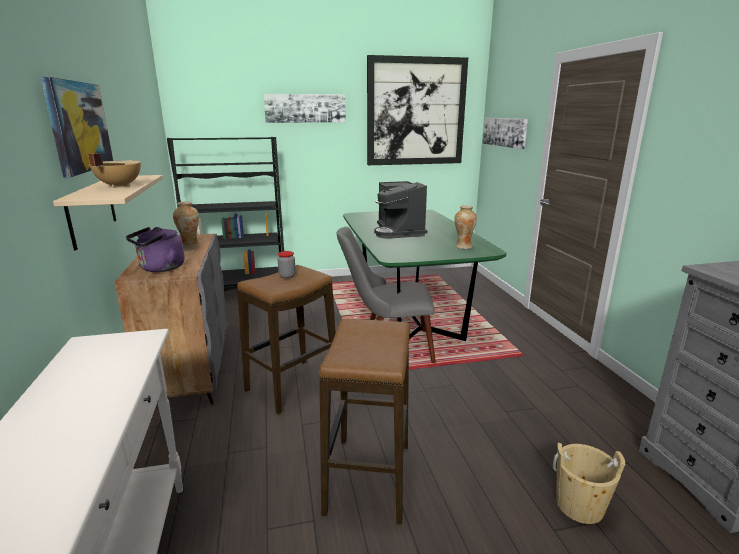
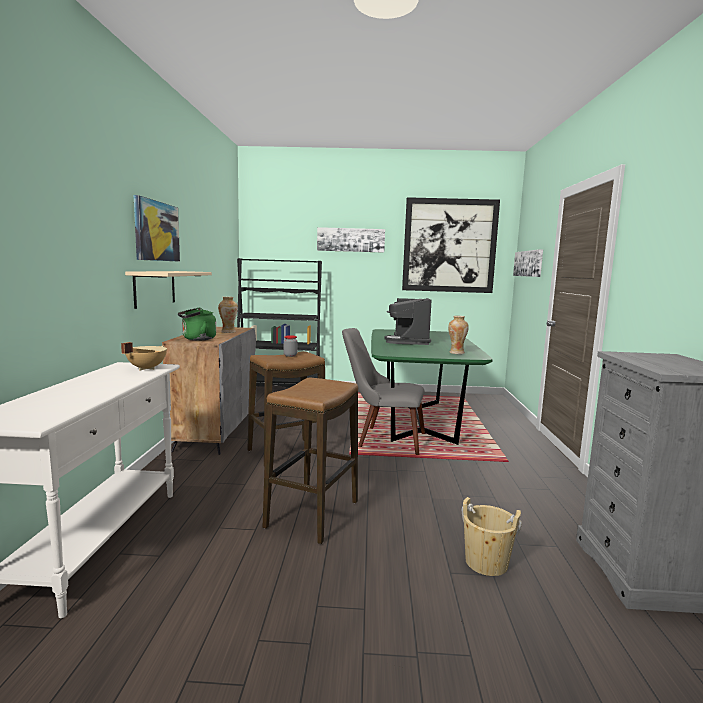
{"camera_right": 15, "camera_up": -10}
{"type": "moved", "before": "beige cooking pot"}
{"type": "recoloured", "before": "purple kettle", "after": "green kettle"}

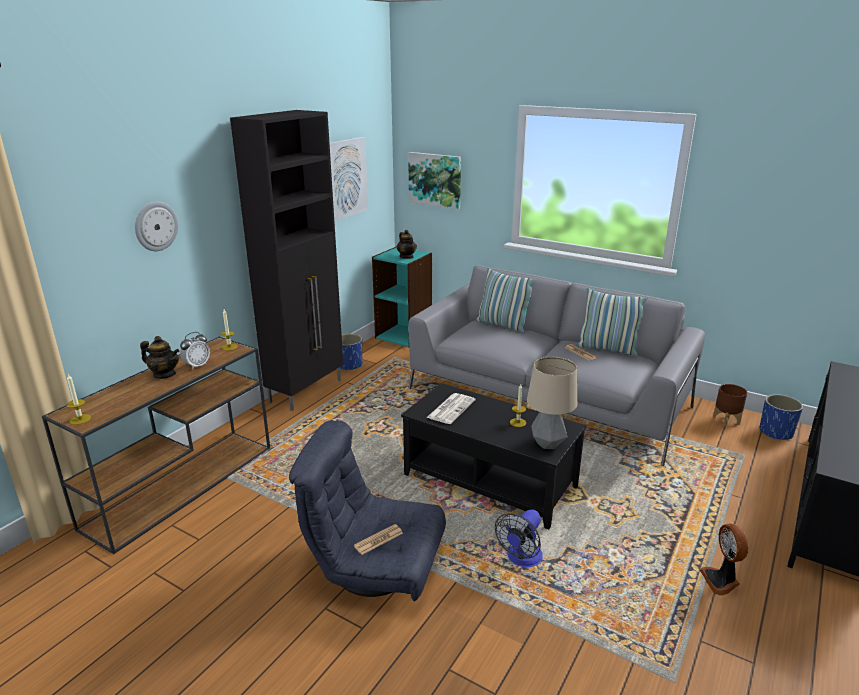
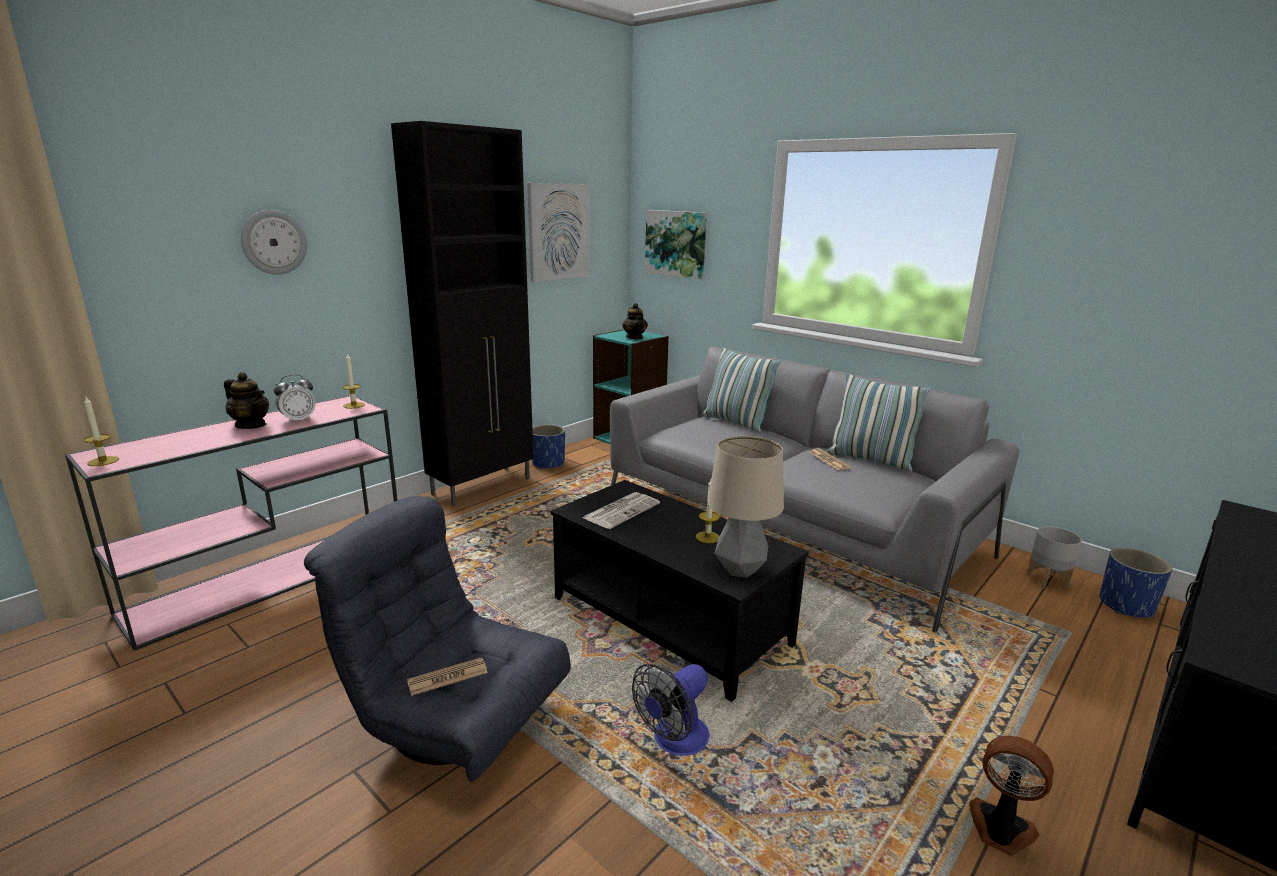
{"camera_right": 10, "camera_up": -5}
{"type": "recoloured", "before": "brown console table", "after": "pink console table"}
{"type": "turned", "before": "fan (2nd from left)", "turn": 120}
{"type": "recoloured", "before": "brown planter", "after": "grey planter"}

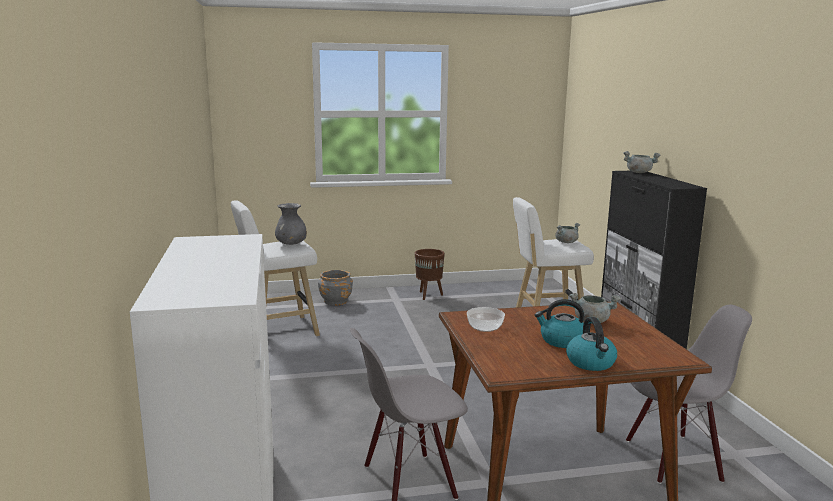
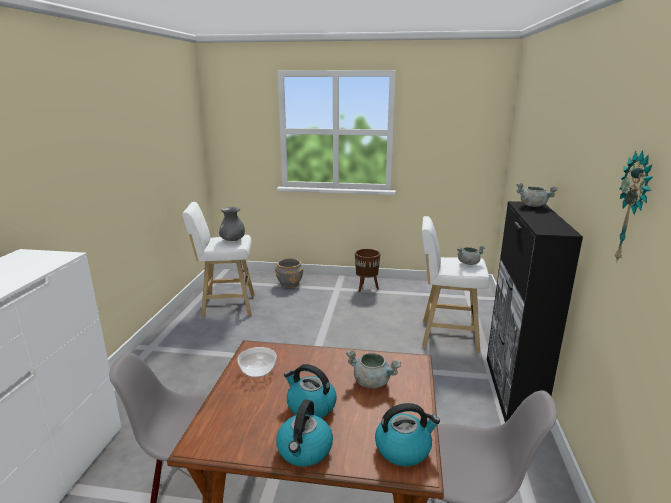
{"camera_right": 20, "camera_up": 5}
{"type": "added", "after": "kettle (3rd from left)"}
{"type": "added", "after": "wall clock"}

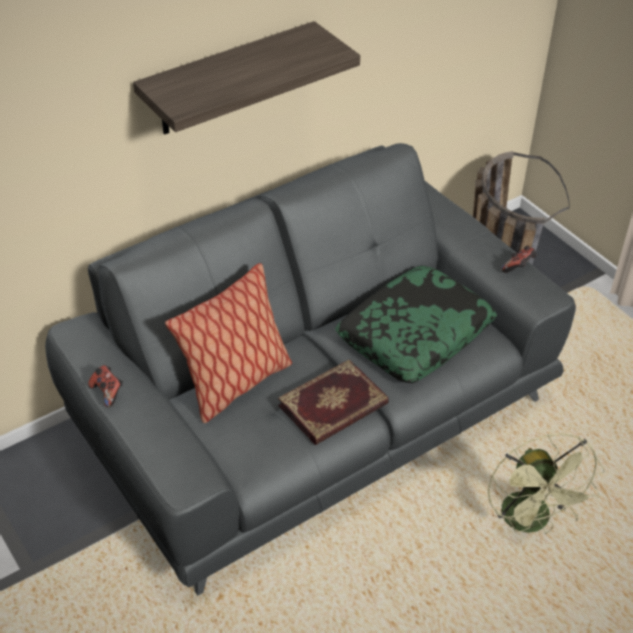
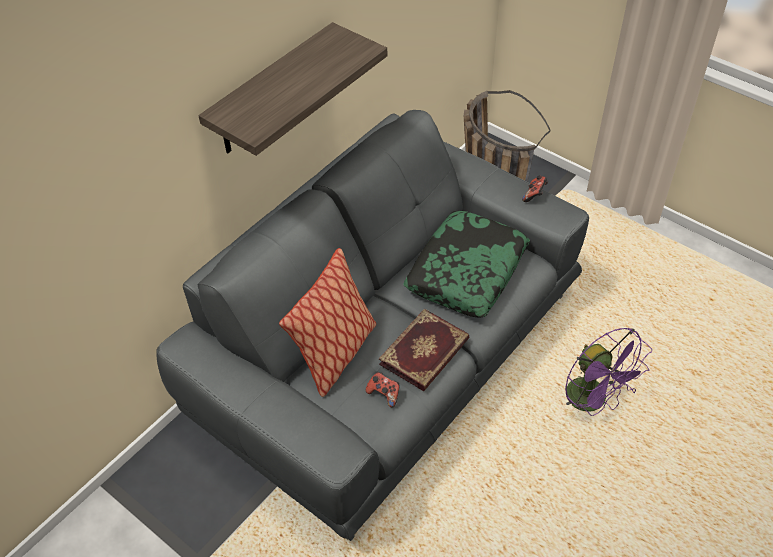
{"camera_right": -15, "camera_up": 5}
{"type": "moved", "before": "game controller (1st from left)"}
{"type": "recoloured", "before": "green fan", "after": "purple fan"}

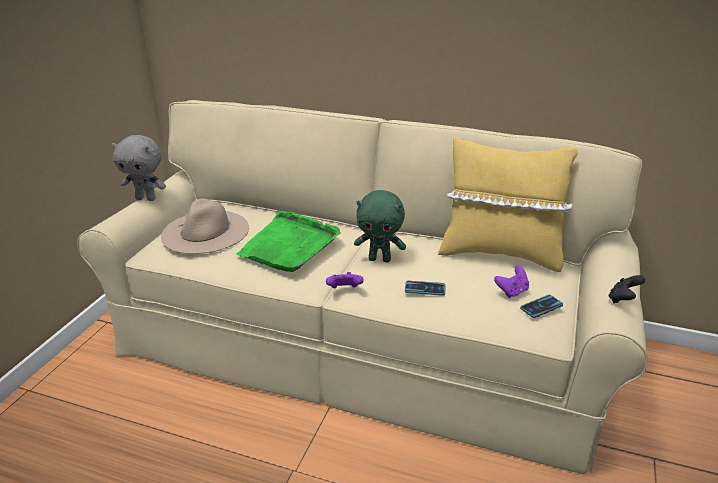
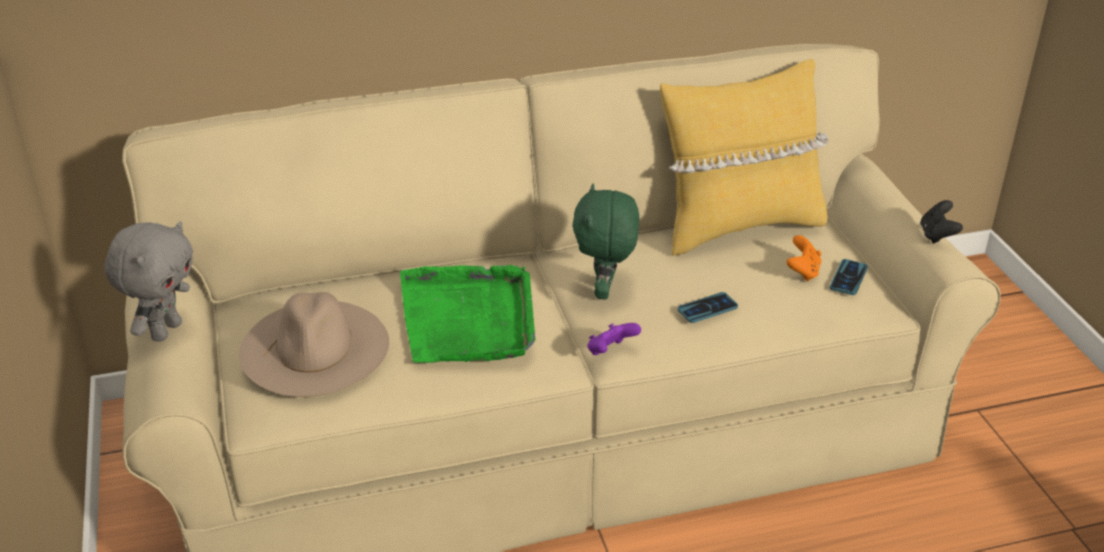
{"camera_right": -35, "camera_up": 5}
{"type": "turned", "before": "grey plush toy", "turn": -45}
{"type": "turned", "before": "green plush toy", "turn": 120}
{"type": "recoloured", "before": "purple game controller (2nd from left)", "after": "orange game controller"}

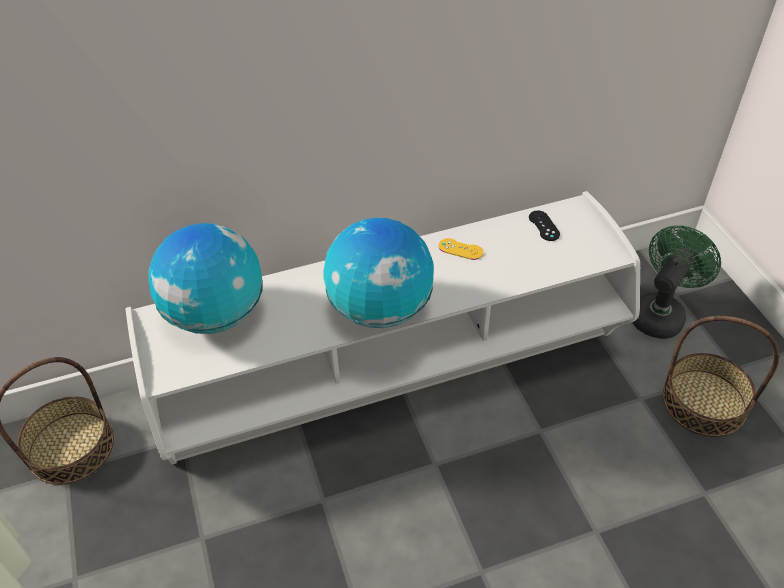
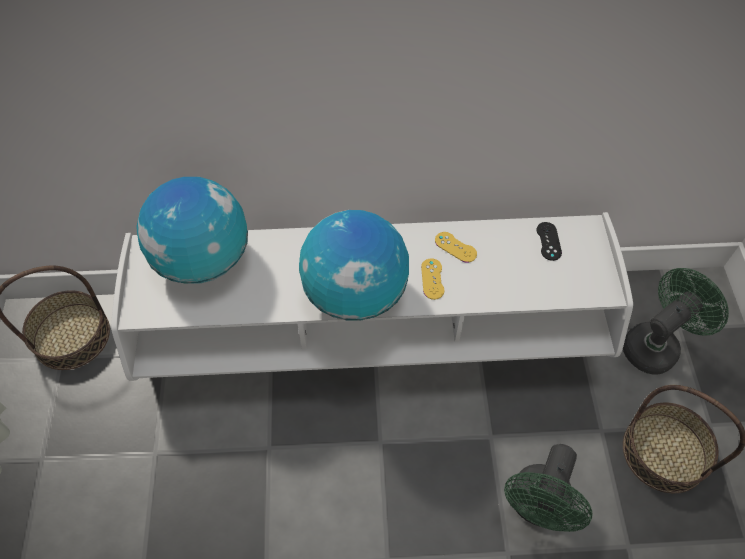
{"camera_right": 15, "camera_up": 10}
{"type": "added", "after": "yellow game controller (1st from left)"}
{"type": "added", "after": "green fan (1st from left)"}

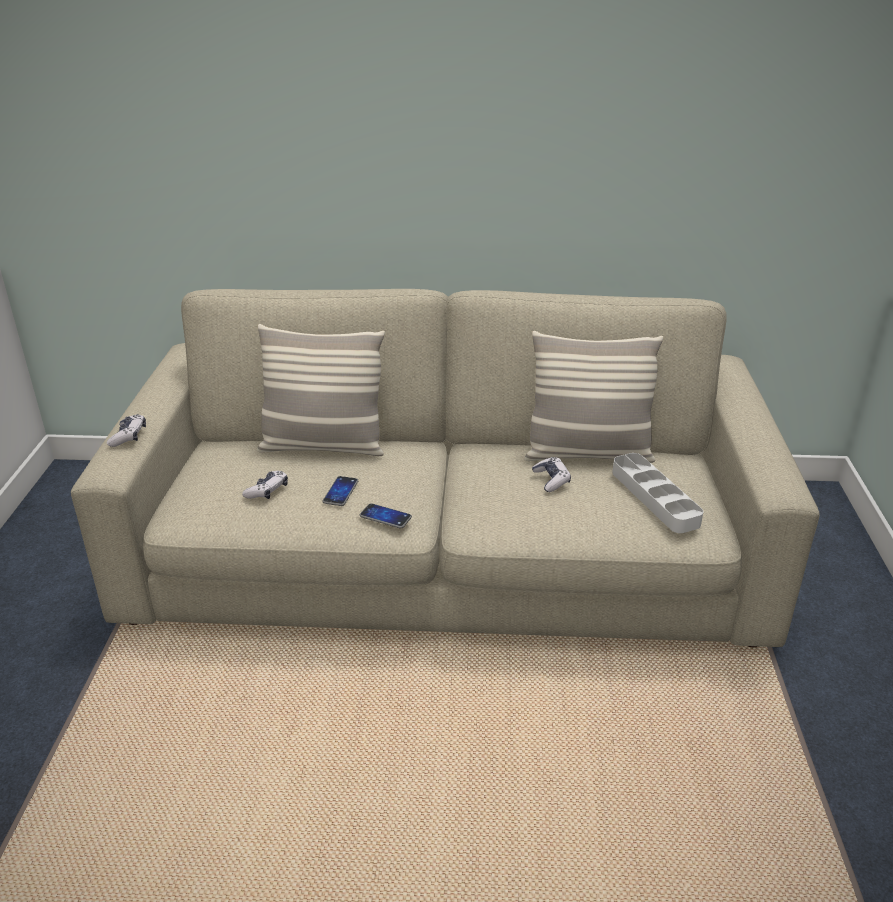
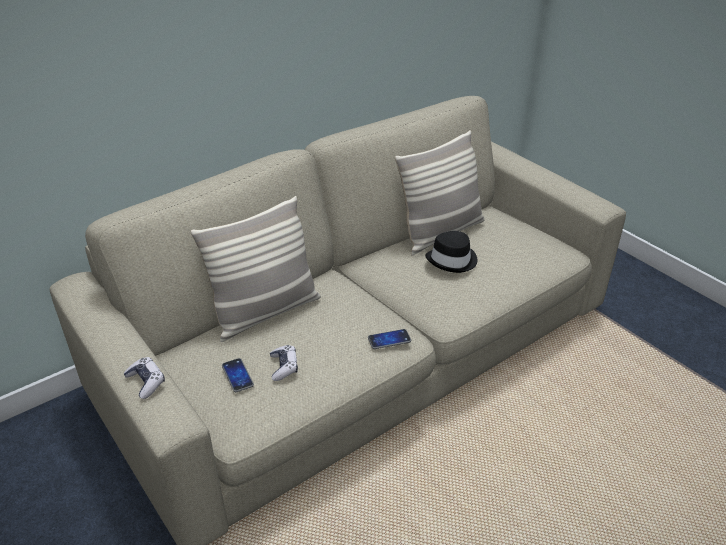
{"camera_right": -40, "camera_up": 5}
{"type": "moved", "before": "phone (1st from left)"}
{"type": "replaced", "before": "game controller (3rd from left)", "after": "black hat"}
{"type": "removed", "before": "grey tray"}

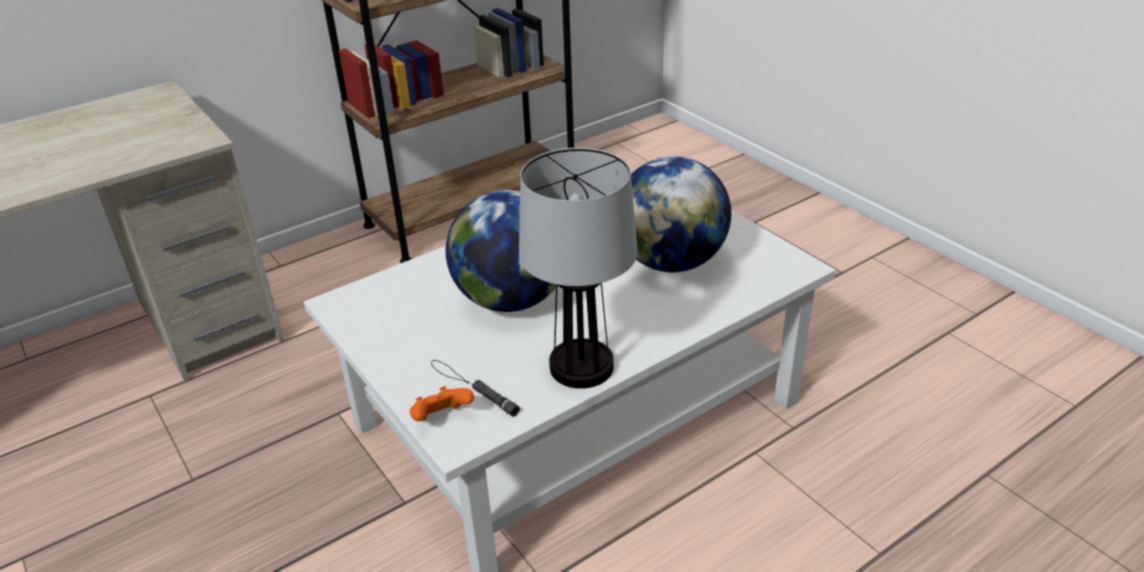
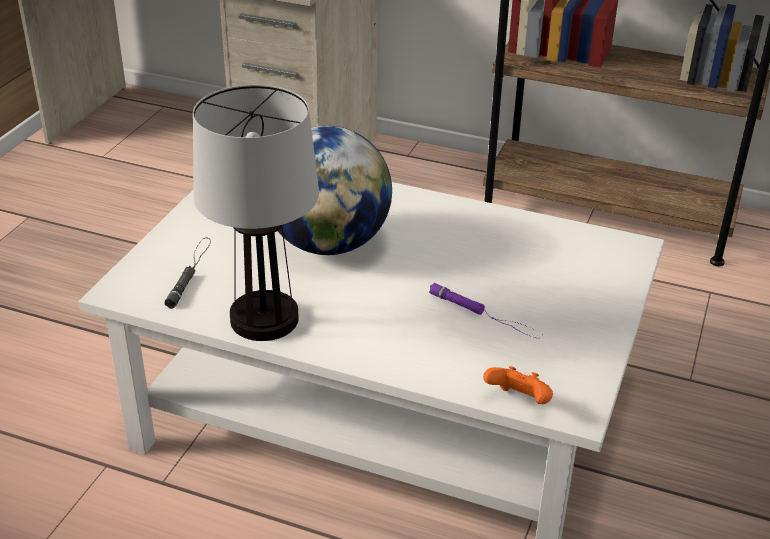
{"camera_right": 55, "camera_up": 0}
{"type": "replaced", "before": "globe (2nd from left)", "after": "purple flashlight"}
{"type": "moved", "before": "orange game controller"}

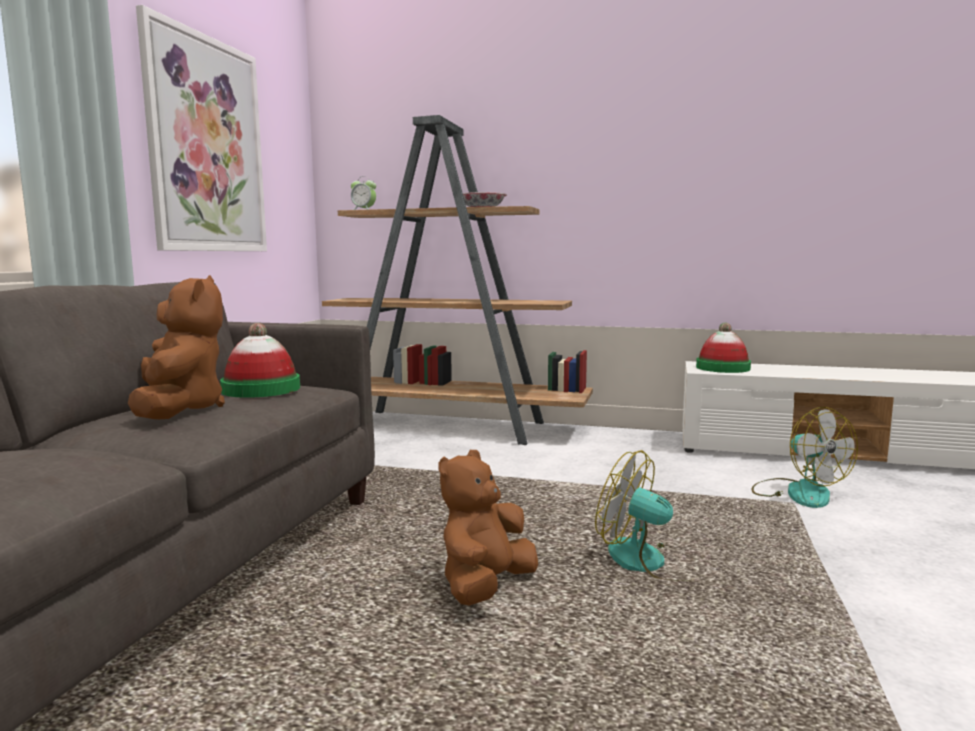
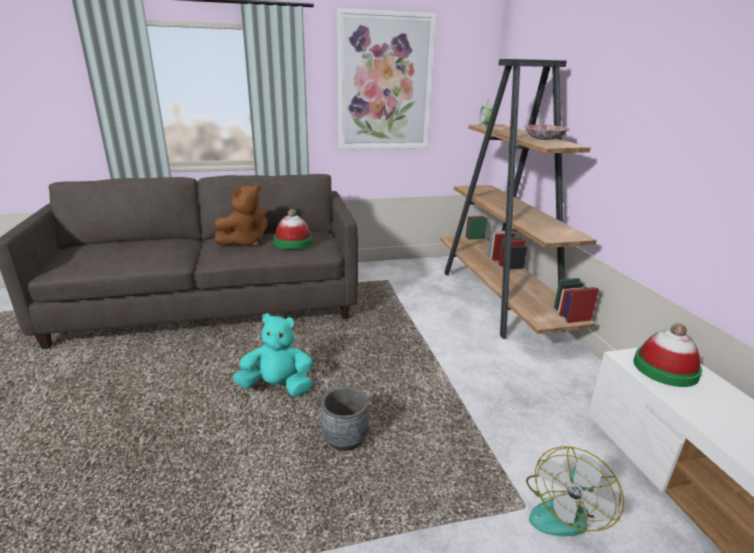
{"camera_right": 60, "camera_up": 15}
{"type": "recoloured", "before": "brown plush toy (2nd from left)", "after": "turquoise plush toy"}
{"type": "replaced", "before": "fan (1st from left)", "after": "grey planter"}

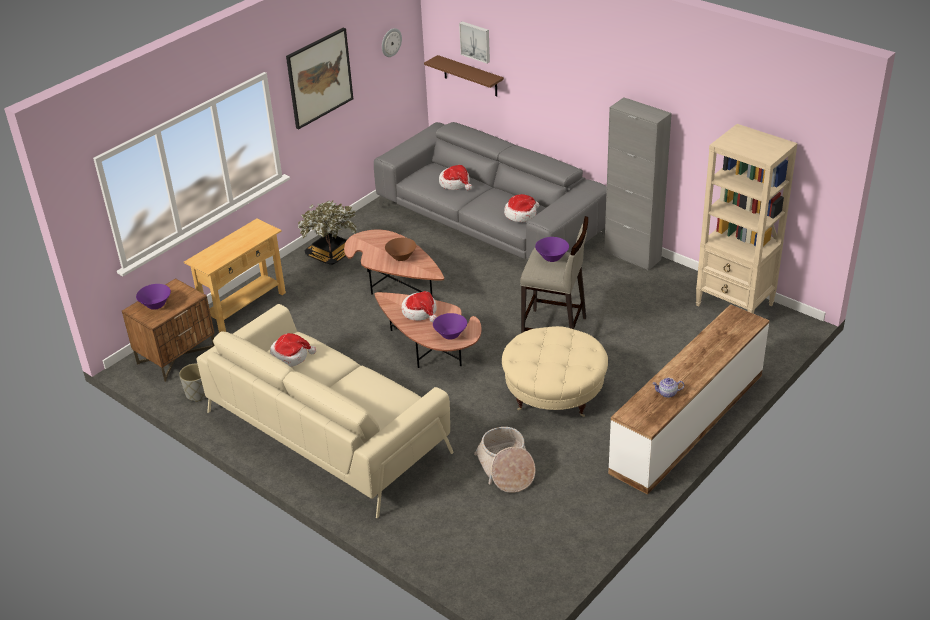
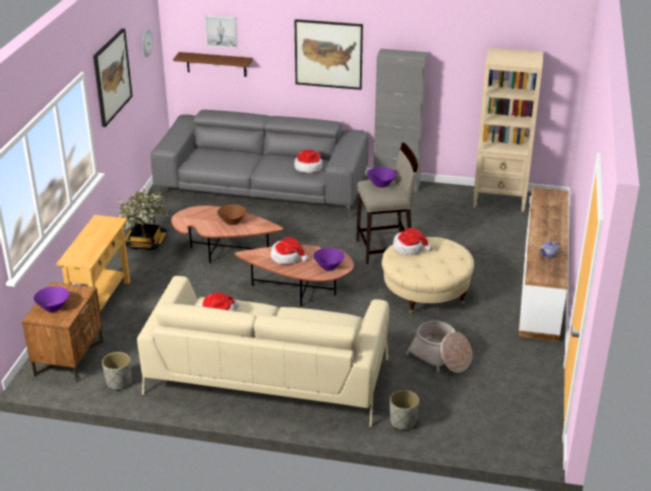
{"camera_right": -30, "camera_up": -5}
{"type": "added", "after": "picture (3rd from left)"}
{"type": "added", "after": "grey planter (2nd from left)"}
{"type": "moved", "before": "hat (3rd from left in the first image)", "after": "hat (4th from left)"}

